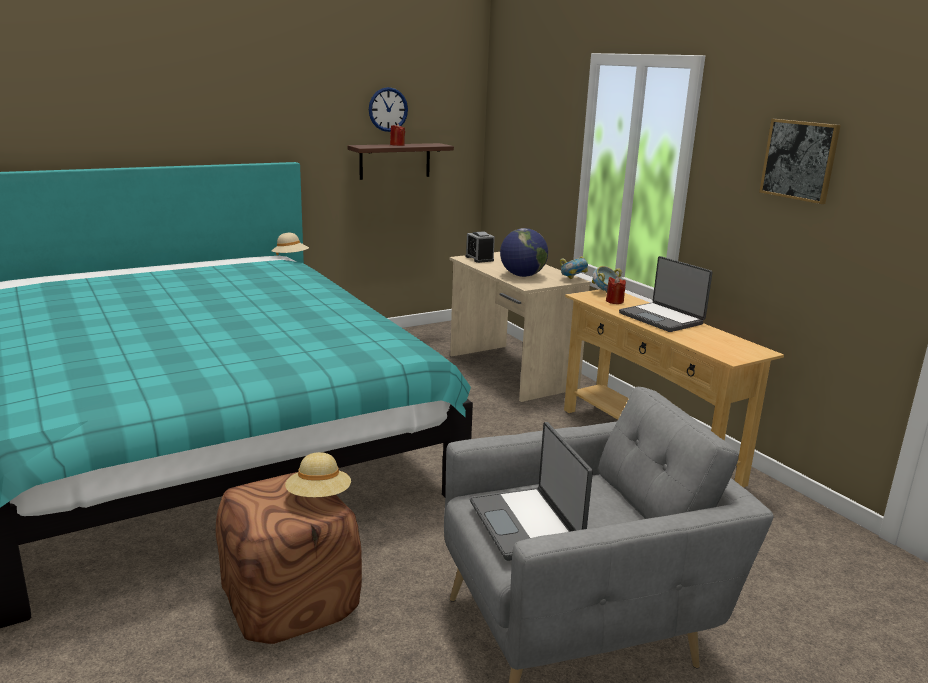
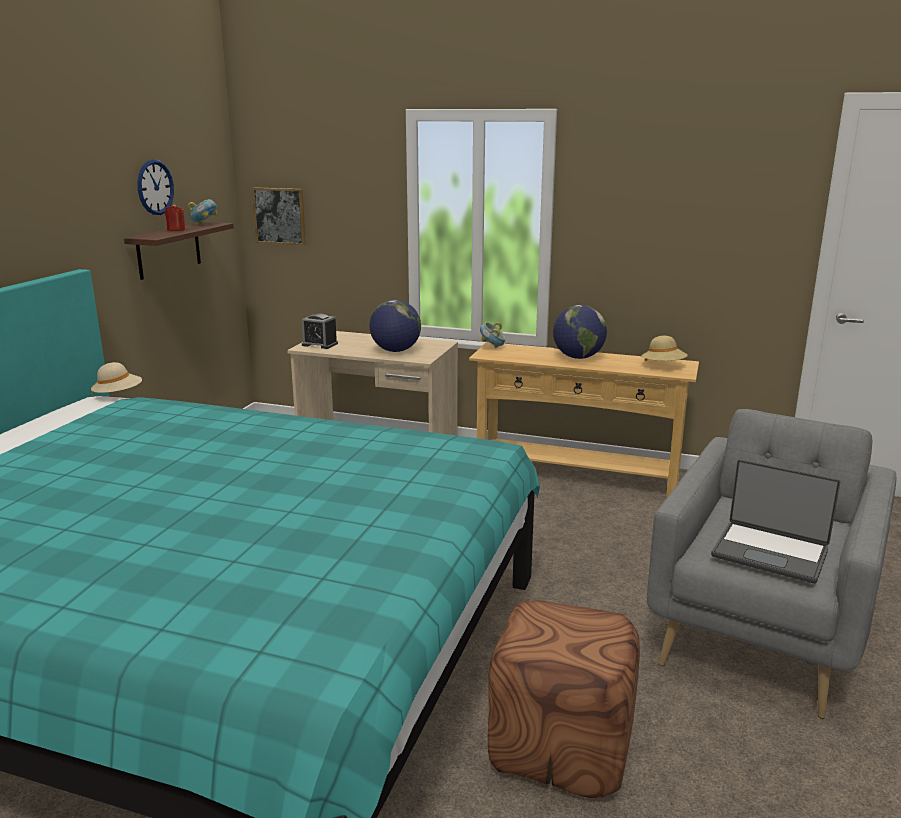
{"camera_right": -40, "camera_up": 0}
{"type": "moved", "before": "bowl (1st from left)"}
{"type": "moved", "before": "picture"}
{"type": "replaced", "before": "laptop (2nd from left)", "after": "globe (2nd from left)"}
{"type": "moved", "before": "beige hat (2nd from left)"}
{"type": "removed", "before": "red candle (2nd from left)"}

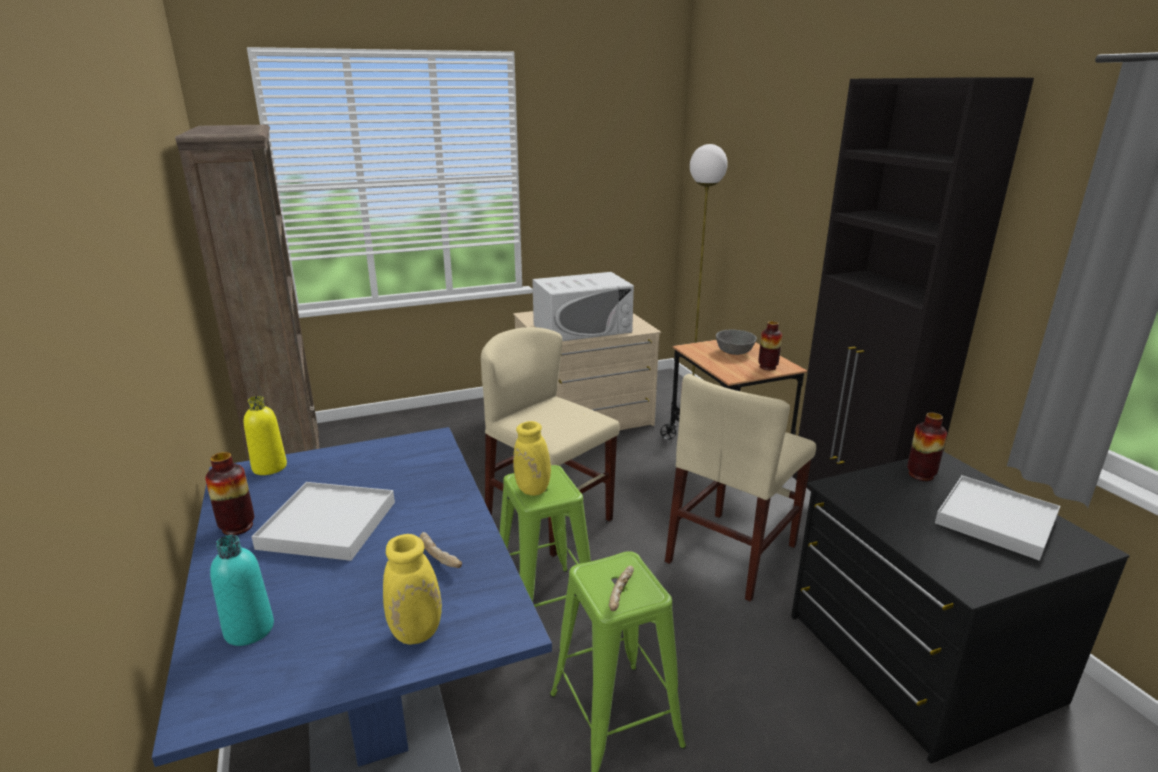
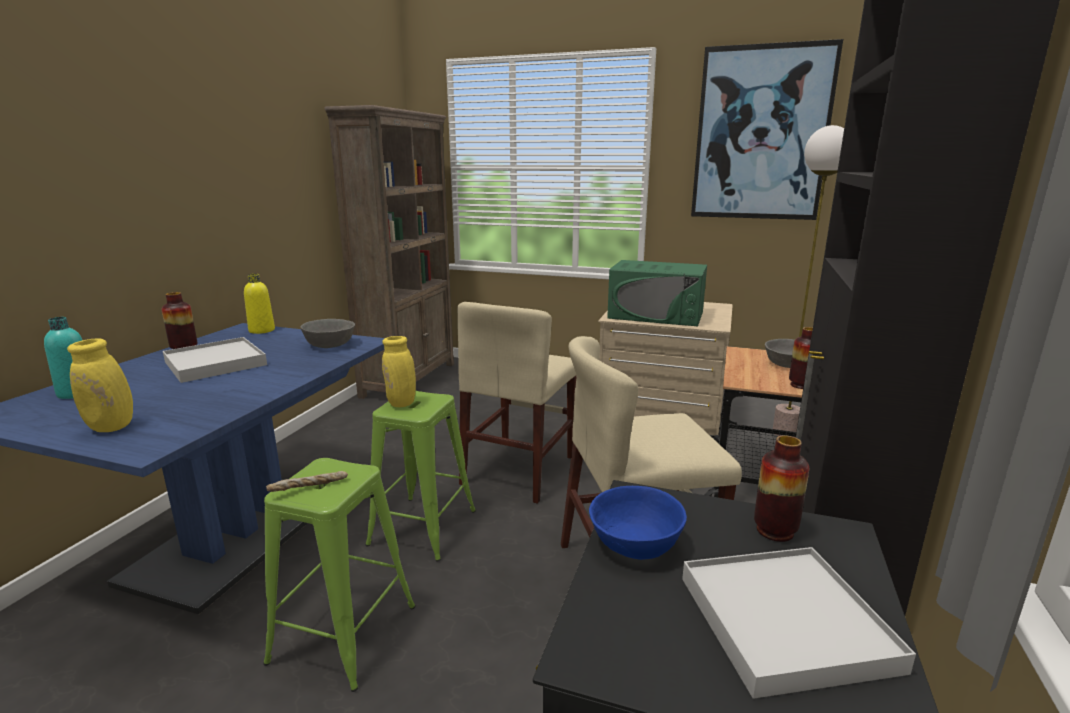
{"camera_right": 40, "camera_up": -5}
{"type": "added", "after": "grey bowl (1st from left)"}
{"type": "turned", "before": "beige chair (1st from left)", "turn": -150}
{"type": "added", "after": "blue bowl"}
{"type": "recoloured", "before": "white microwave", "after": "green microwave"}
{"type": "added", "after": "picture"}
{"type": "removed", "before": "bread (1st from left)"}

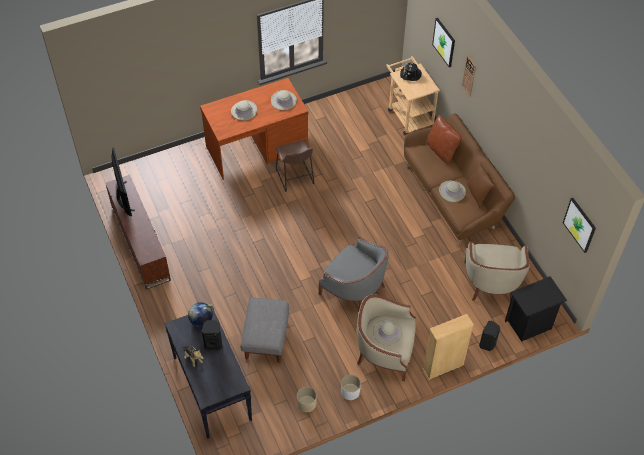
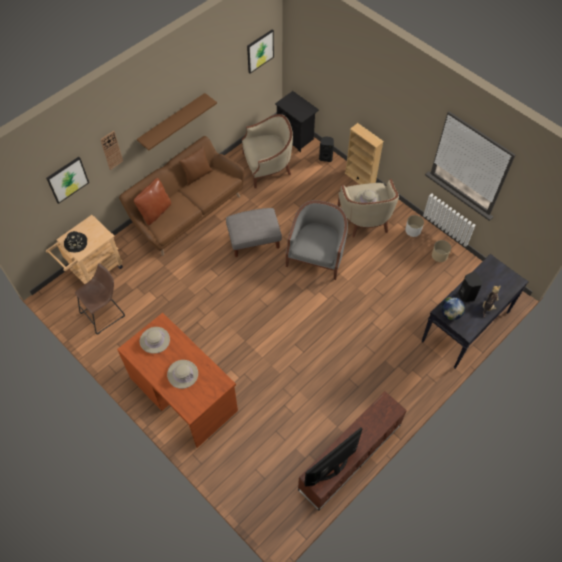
{"camera_right": -110, "camera_up": 5}
{"type": "moved", "before": "brown stool"}
{"type": "added", "after": "brown shelf"}
{"type": "moved", "before": "grey ottoman"}
{"type": "removed", "before": "beige hat (4th from left)"}

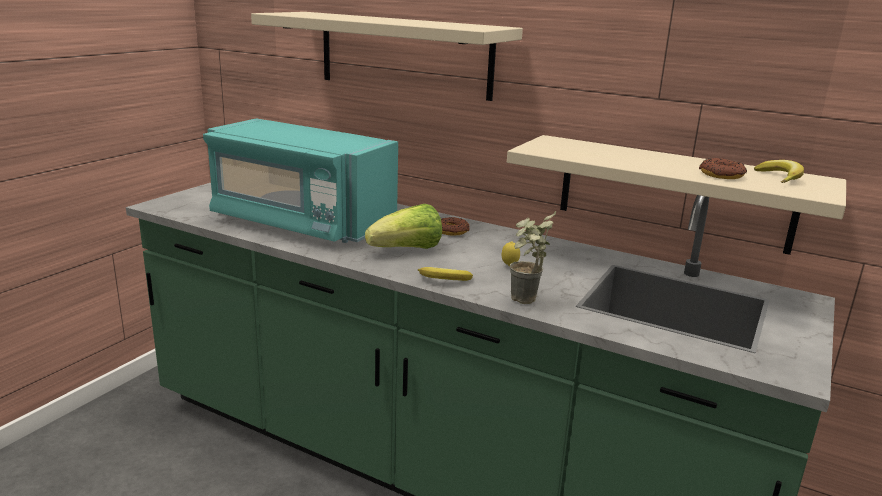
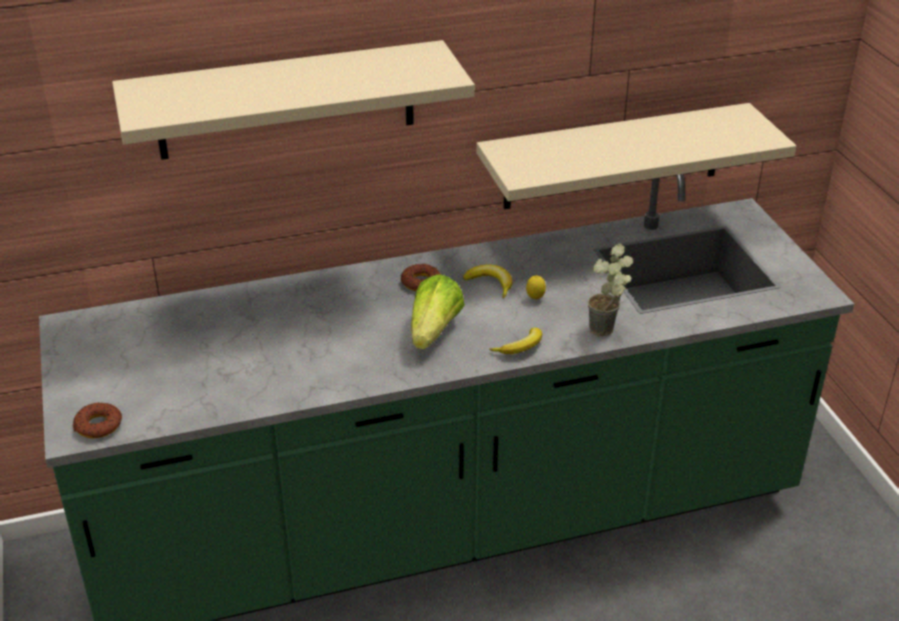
{"camera_right": -45, "camera_up": 15}
{"type": "moved", "before": "donut (2nd from left in the first image)", "after": "donut (1st from left)"}
{"type": "moved", "before": "banana (2nd from left in the first image)", "after": "banana (1st from left)"}
{"type": "removed", "before": "turquoise microwave"}

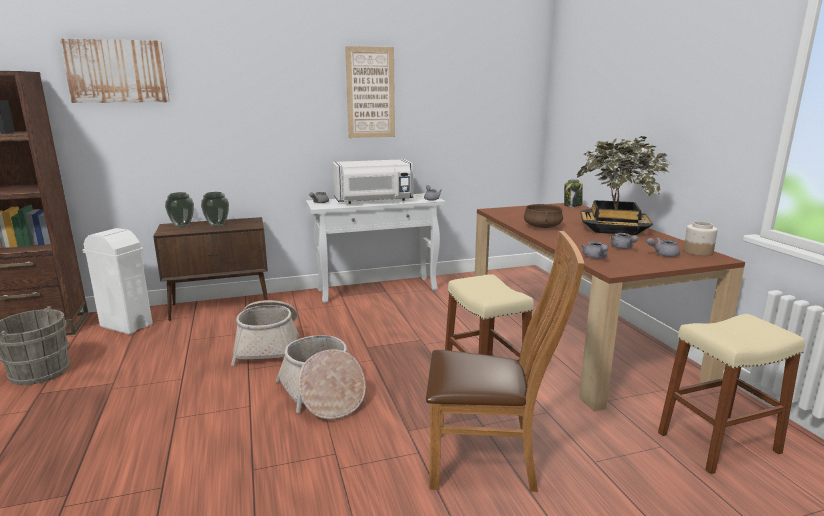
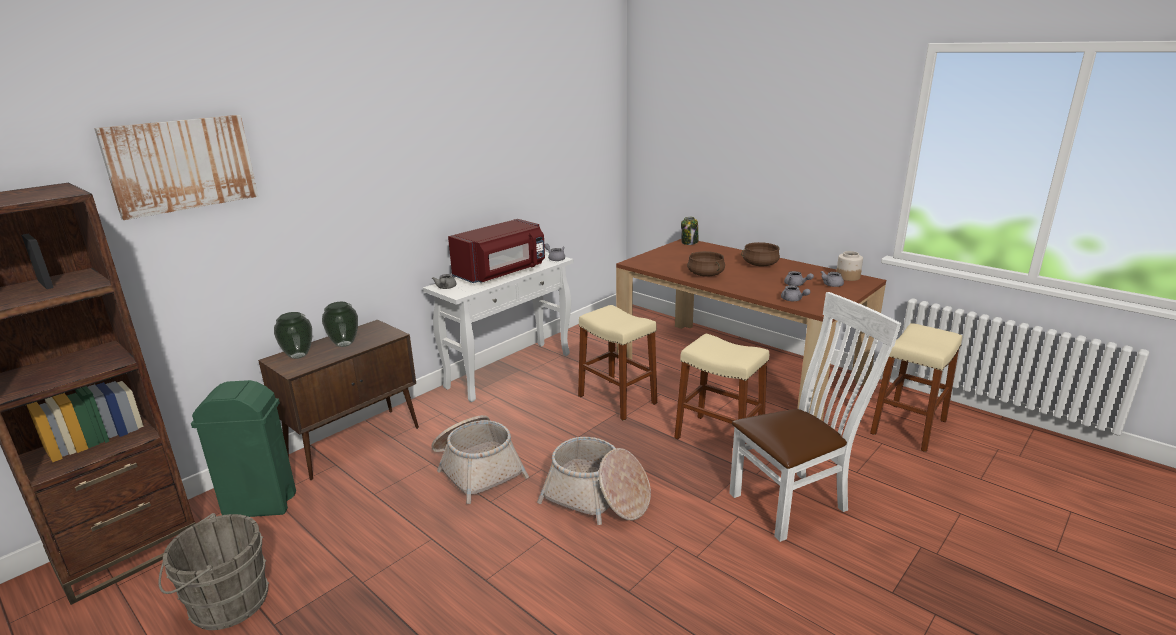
{"camera_right": -30, "camera_up": 5}
{"type": "recoloured", "before": "white trash can", "after": "green trash can"}
{"type": "recoloured", "before": "white microwave", "after": "red microwave"}
{"type": "added", "after": "beige stool (1st from left)"}
{"type": "recoloured", "before": "brown chair", "after": "white chair"}
{"type": "replaced", "before": "potted plant", "after": "brown cooking pot (2nd from left)"}
{"type": "removed", "before": "picture (2nd from left)"}

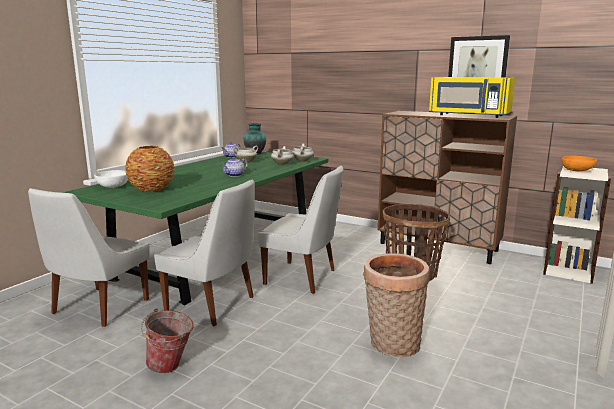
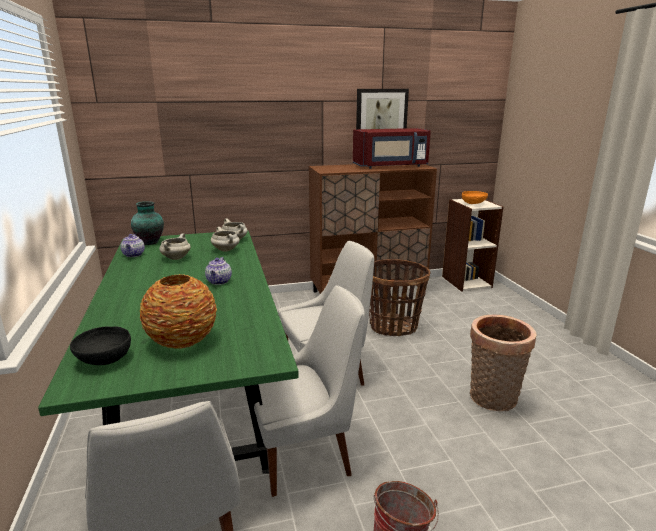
{"camera_right": -45, "camera_up": 5}
{"type": "recoloured", "before": "white bowl", "after": "black bowl"}
{"type": "recoloured", "before": "yellow microwave", "after": "red microwave"}

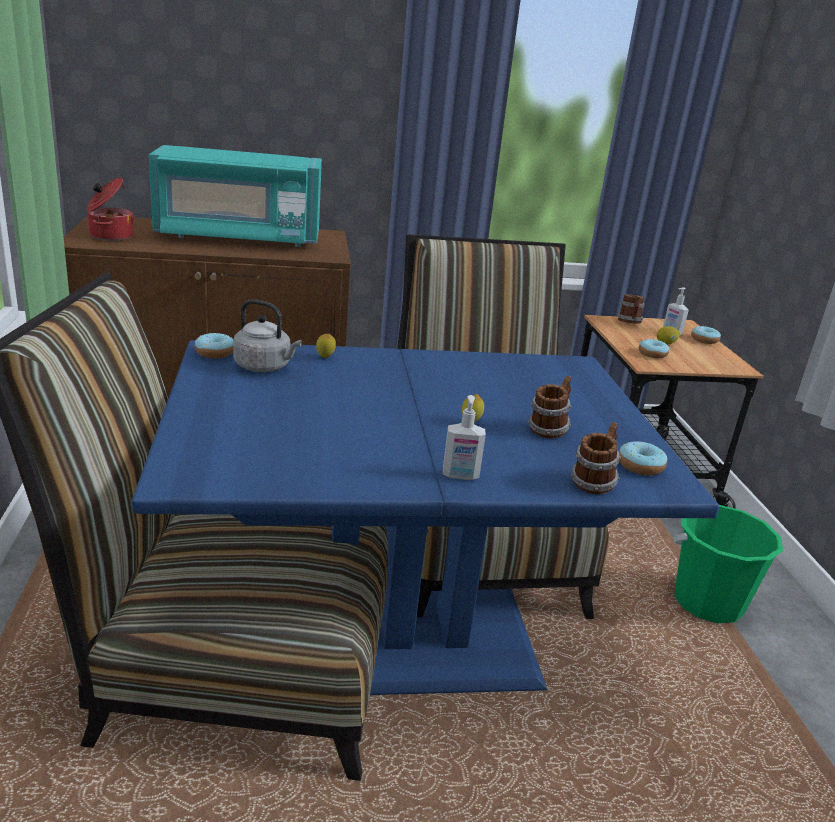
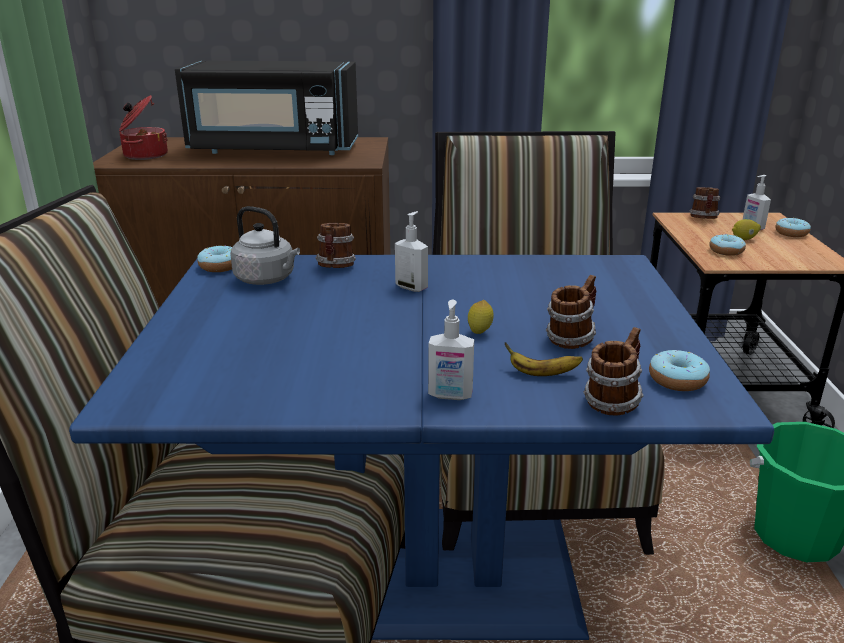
{"camera_right": 10, "camera_up": 0}
{"type": "recoloured", "before": "turquoise microwave", "after": "black microwave"}
{"type": "replaced", "before": "lemon (1st from left)", "after": "mug (1st from left)"}
{"type": "added", "after": "soap dispenser (1st from left)"}
{"type": "added", "after": "banana"}

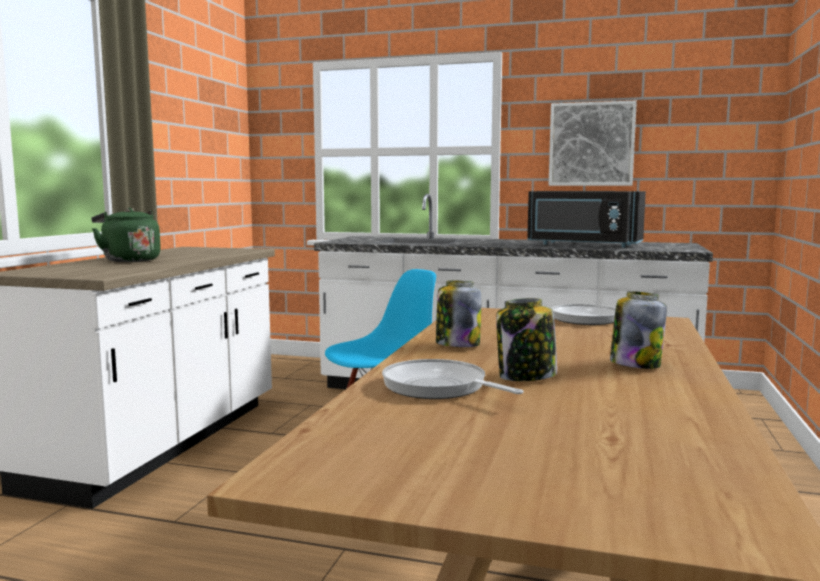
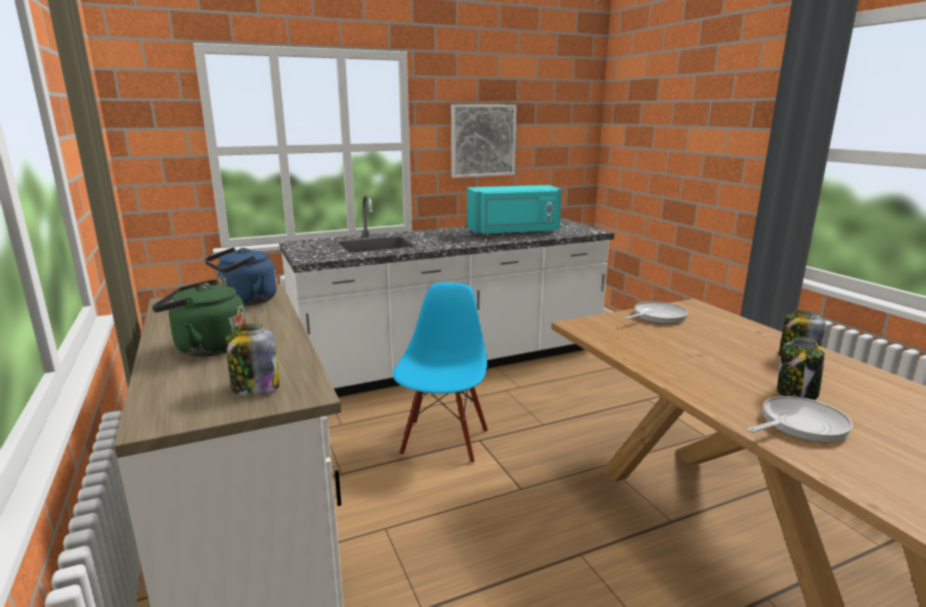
{"camera_right": -40, "camera_up": 10}
{"type": "added", "after": "blue kettle"}
{"type": "moved", "before": "jar (1st from left)"}
{"type": "recoloured", "before": "black microwave", "after": "turquoise microwave"}
{"type": "turned", "before": "frying pan (1st from left in the first image)", "turn": 150}

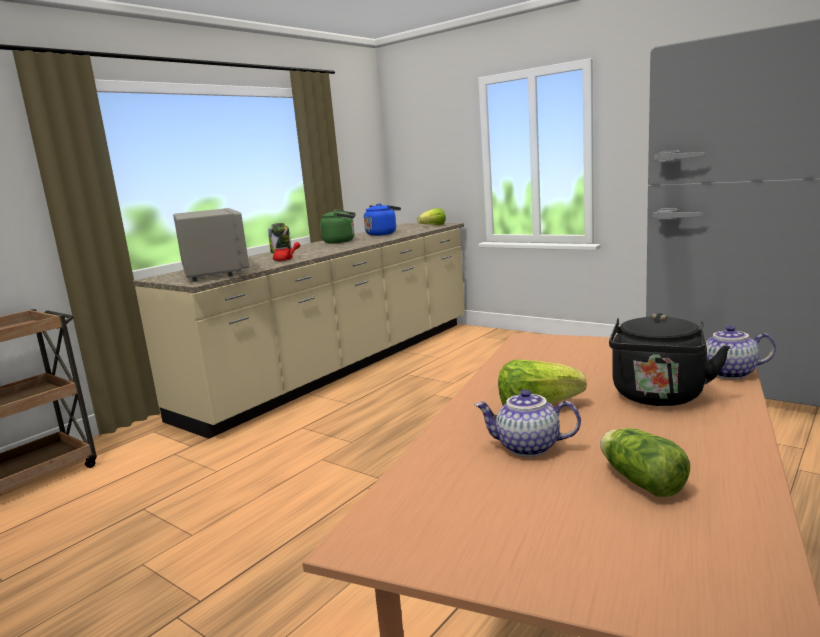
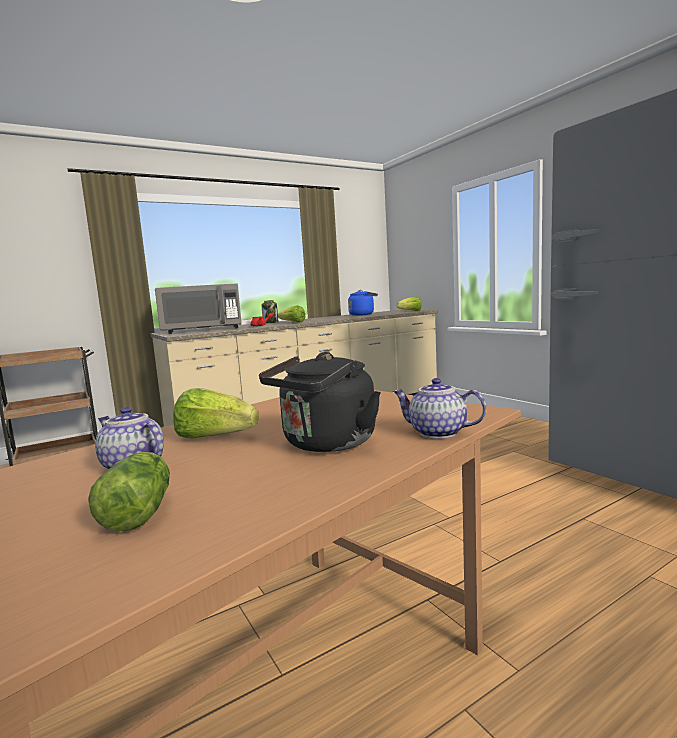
{"camera_right": 20, "camera_up": -5}
{"type": "turned", "before": "grey microwave", "turn": 75}
{"type": "added", "after": "lettuce (3rd from left)"}
{"type": "removed", "before": "green kettle"}

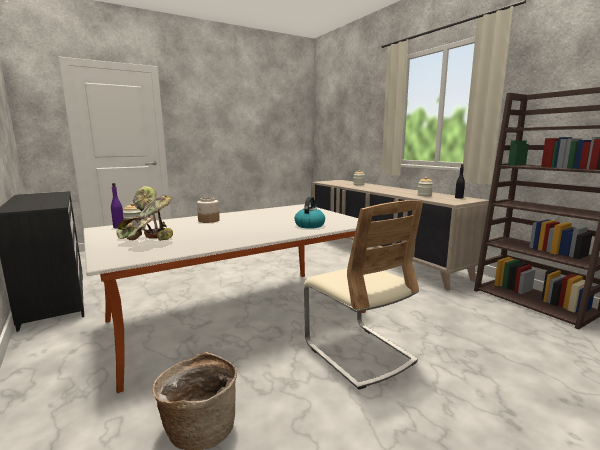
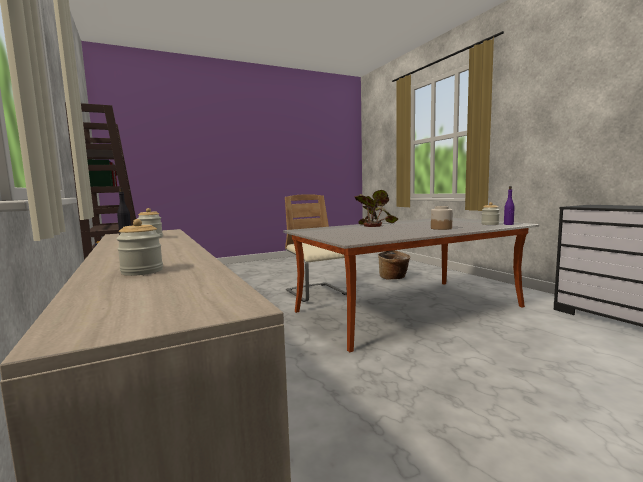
{"camera_right": -175, "camera_up": -5}
{"type": "moved", "before": "potted plant"}
{"type": "removed", "before": "kettle"}

